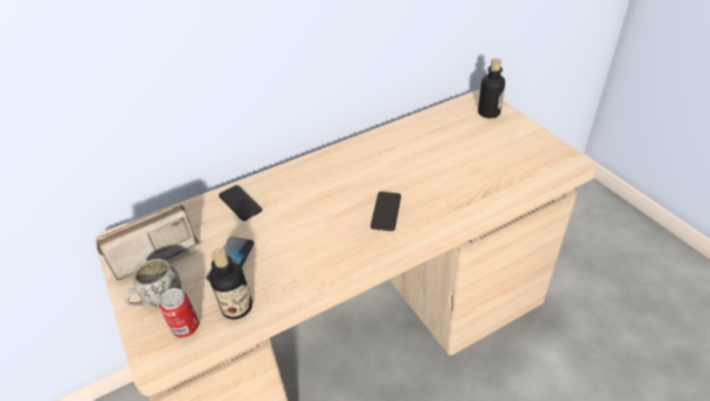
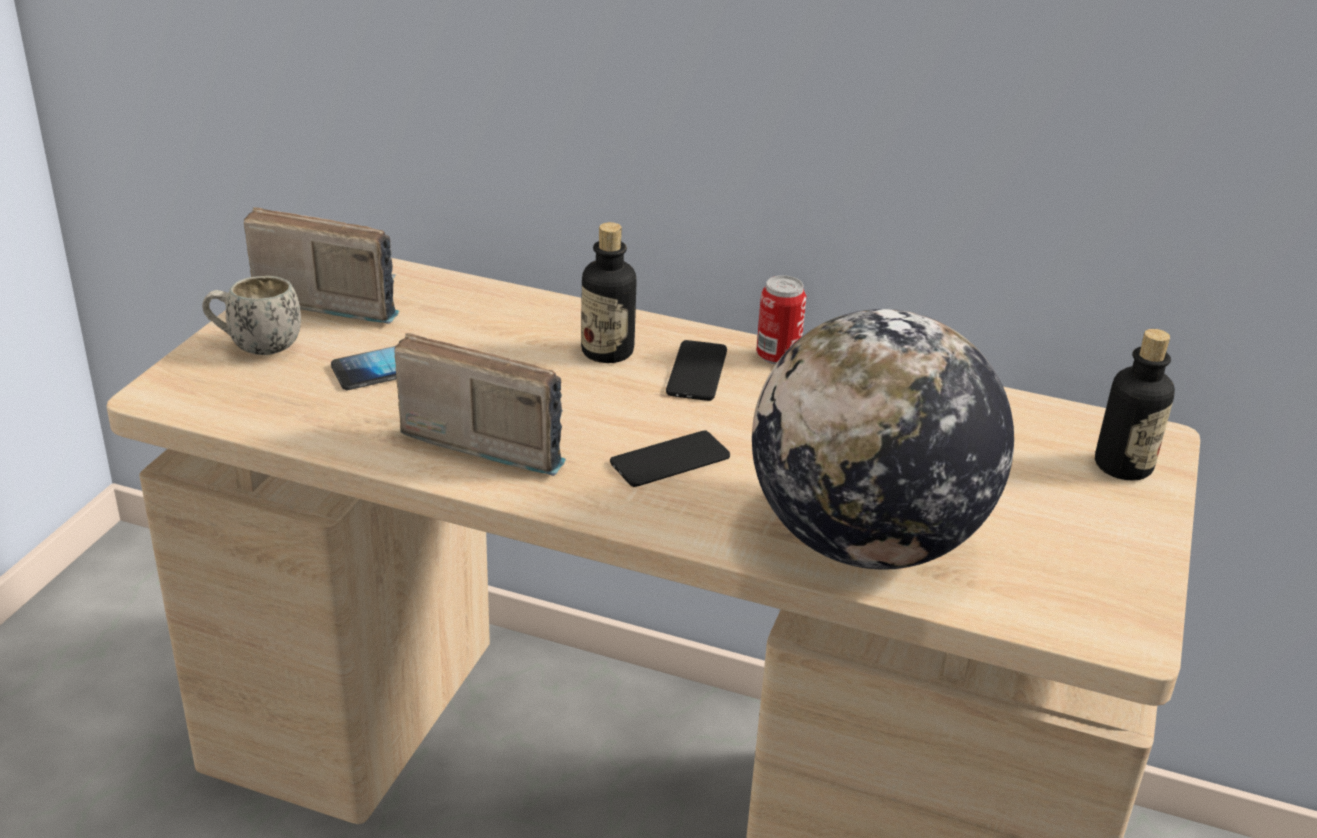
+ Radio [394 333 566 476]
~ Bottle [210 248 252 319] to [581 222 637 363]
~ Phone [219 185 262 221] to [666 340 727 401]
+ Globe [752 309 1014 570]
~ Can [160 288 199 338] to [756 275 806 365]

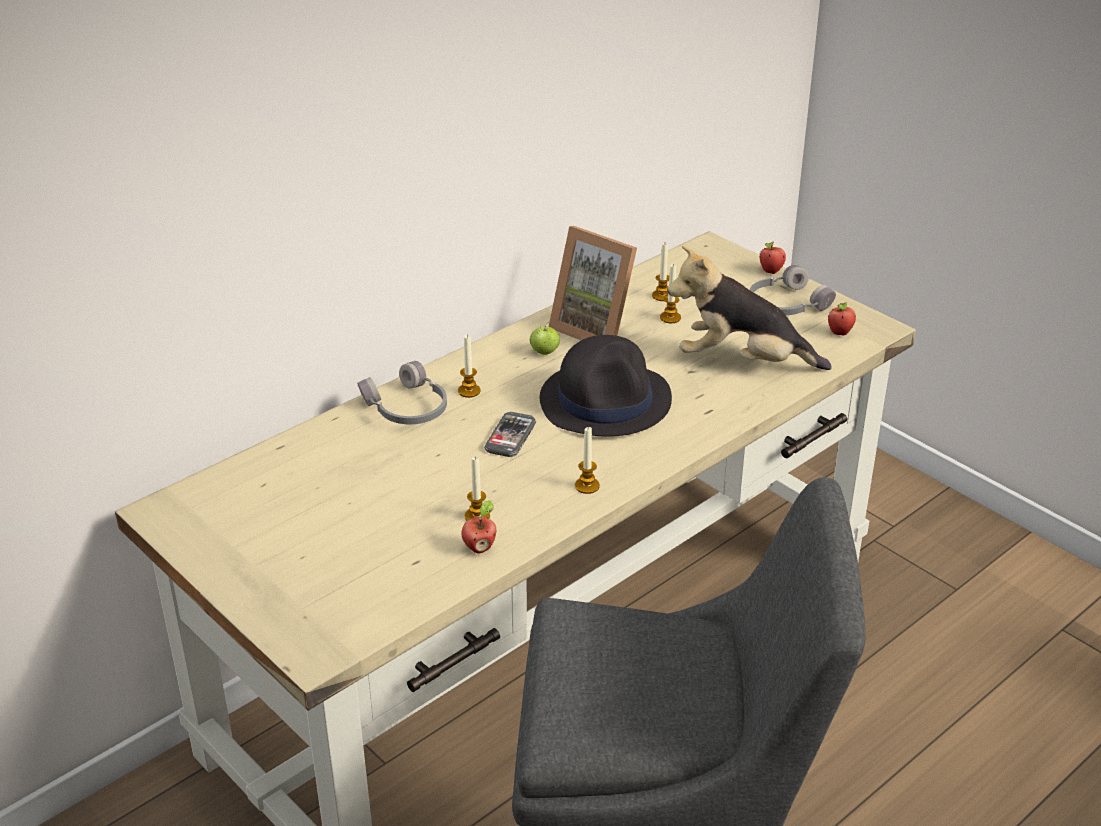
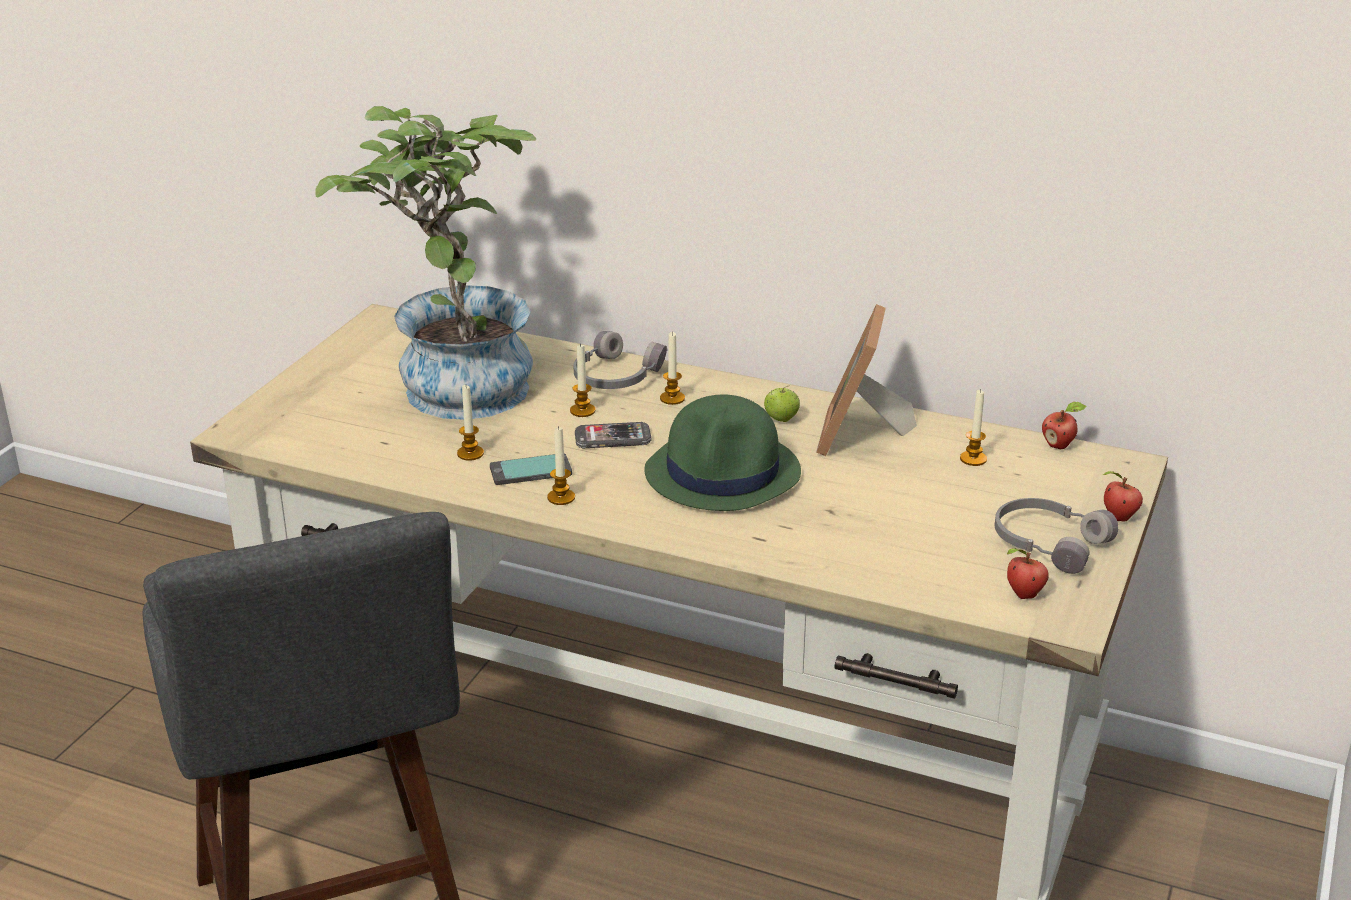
+ PottedPlant [315 106 536 420]
+ Phone [490 453 572 485]
~ Candle [660 263 681 323] to [570 343 595 417]
~ BlackHat [540 335 672 437] to GreenHat [644 394 801 511]
~ Apple [461 500 496 553] to [1042 402 1086 449]
- PlushToy [667 245 832 370]

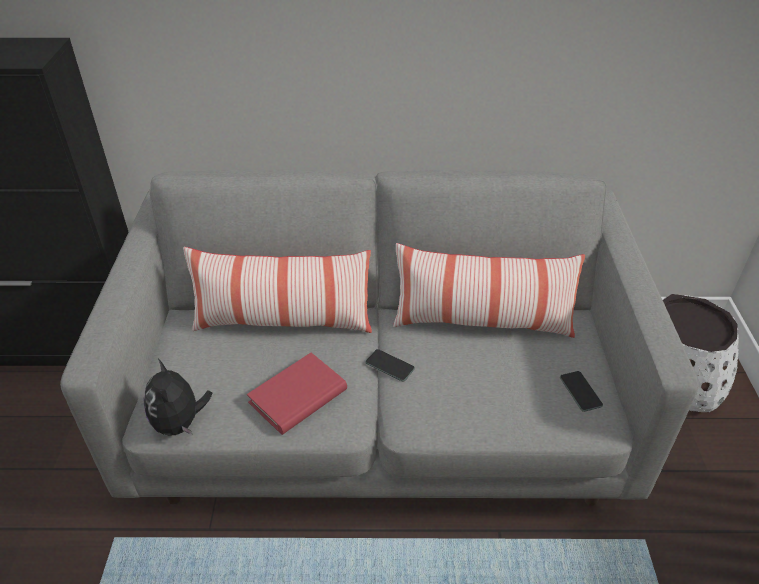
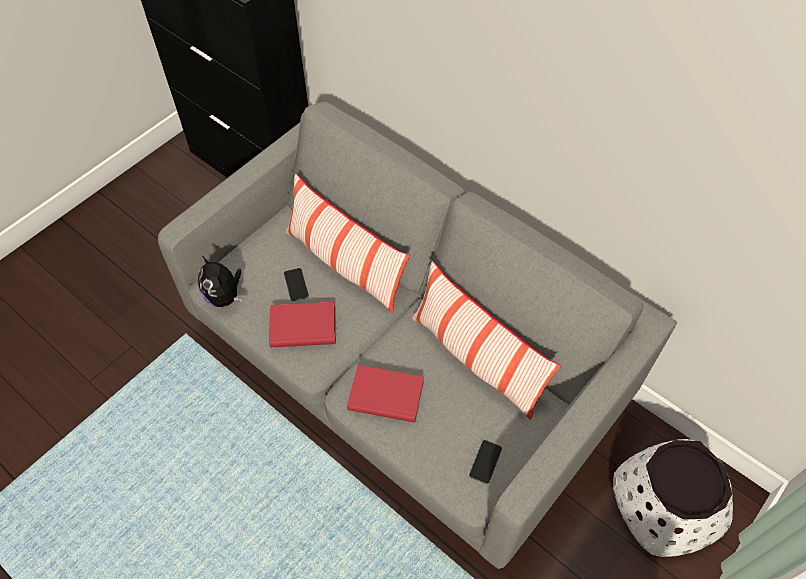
~ PlushToy [143 359 213 435] = [198 256 243 307] 60 degrees counterclockwise
~ Phone [365 349 415 381] to [284 268 309 301]
+ RedBook [347 365 424 422]

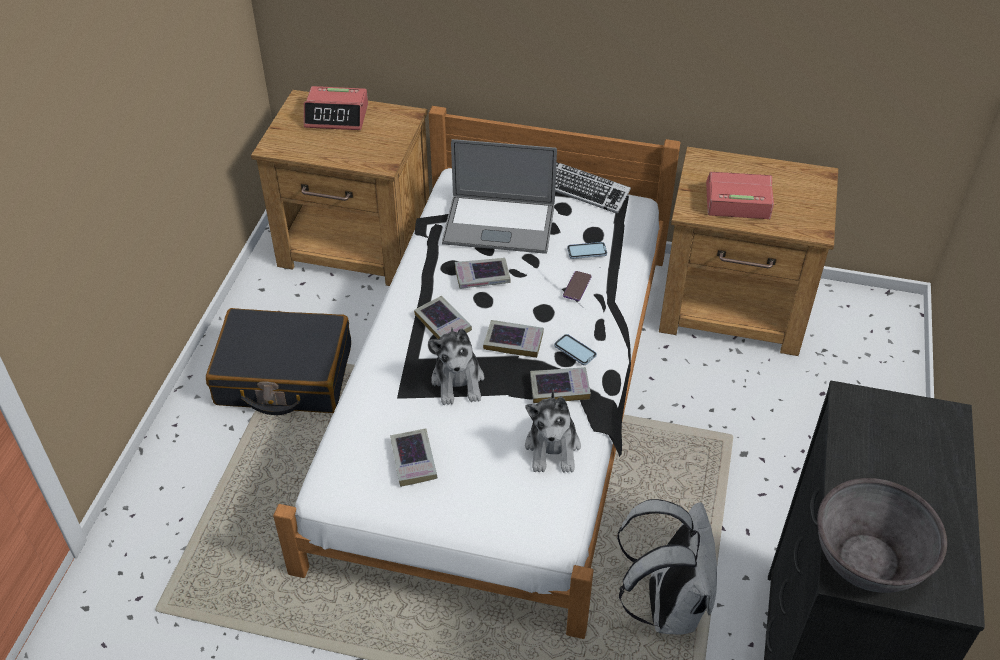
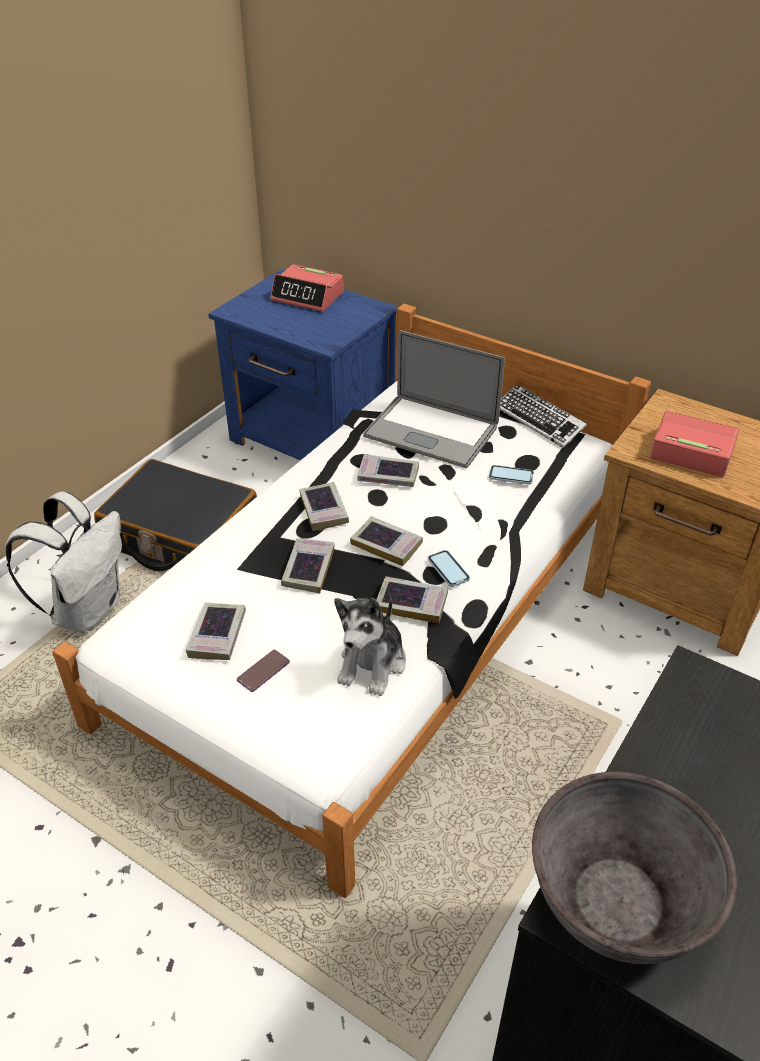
~ WhiteBackpack [617 499 717 634] to [5 491 122 633]
~ BrownNightstand [251 90 429 286] to BlueNightstand [208 269 398 460]
~ Phone [563 271 592 301] to [237 650 290 692]
~ PlushToy [429 327 484 405] to Book [281 538 334 594]

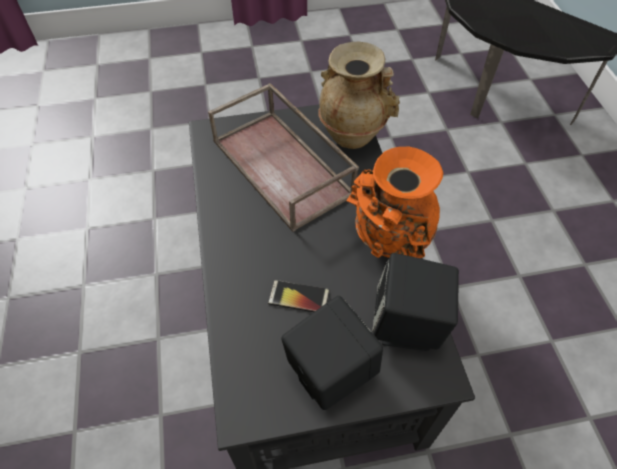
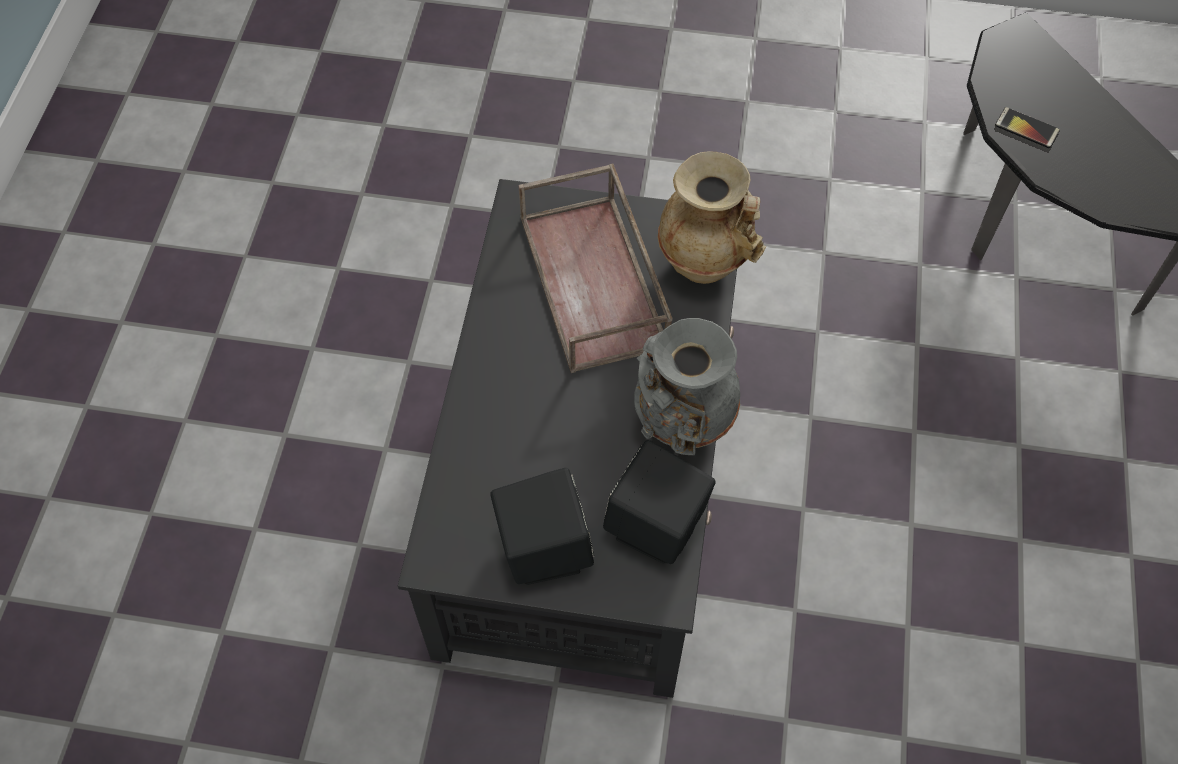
~ OrangeVase [346 147 443 258] to GreyVase [634 318 740 455]
~ Phone [268 280 329 312] to [995 107 1060 148]

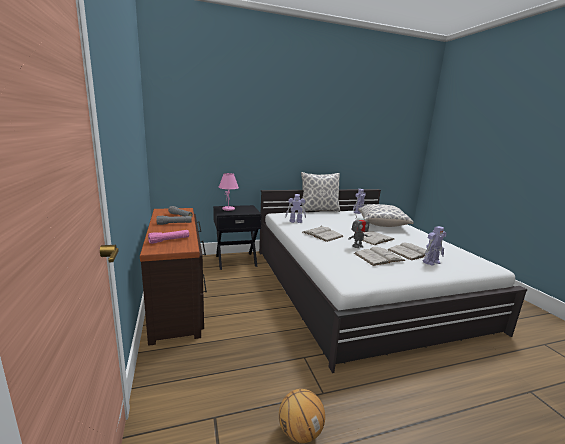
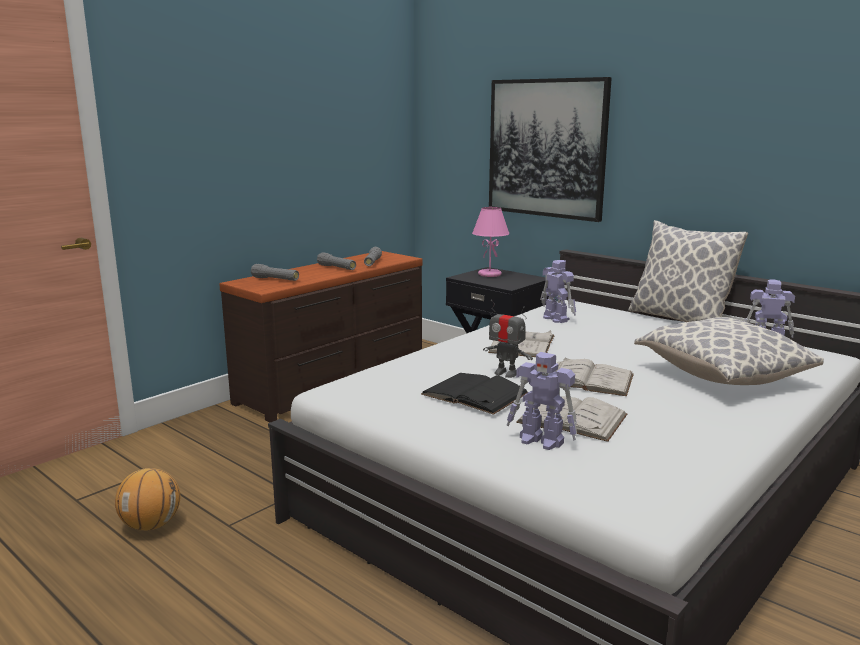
~ PinkFlashlight [148 230 189 244] to GreyFlashlight [251 264 299 281]
~ WhiteBook [354 247 406 266] to BlackBook [421 373 528 415]
+ Picture [489 77 612 222]

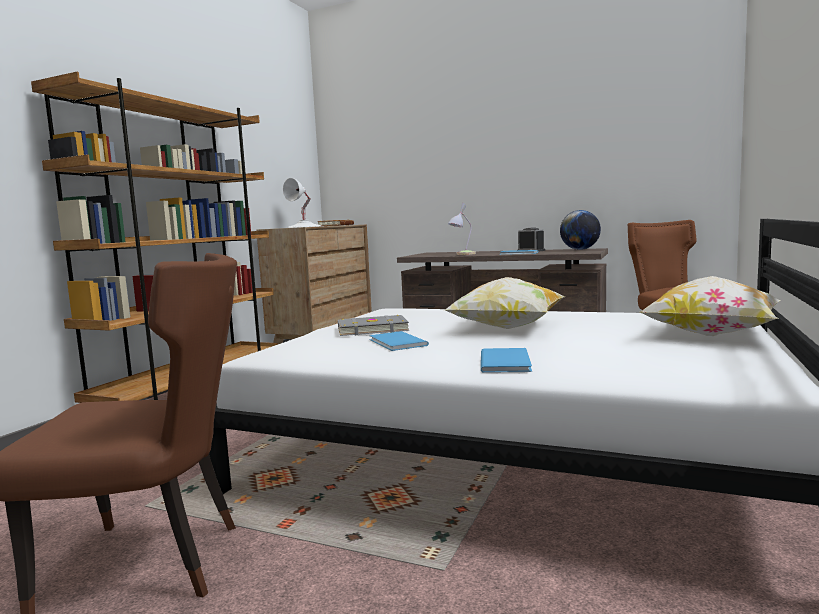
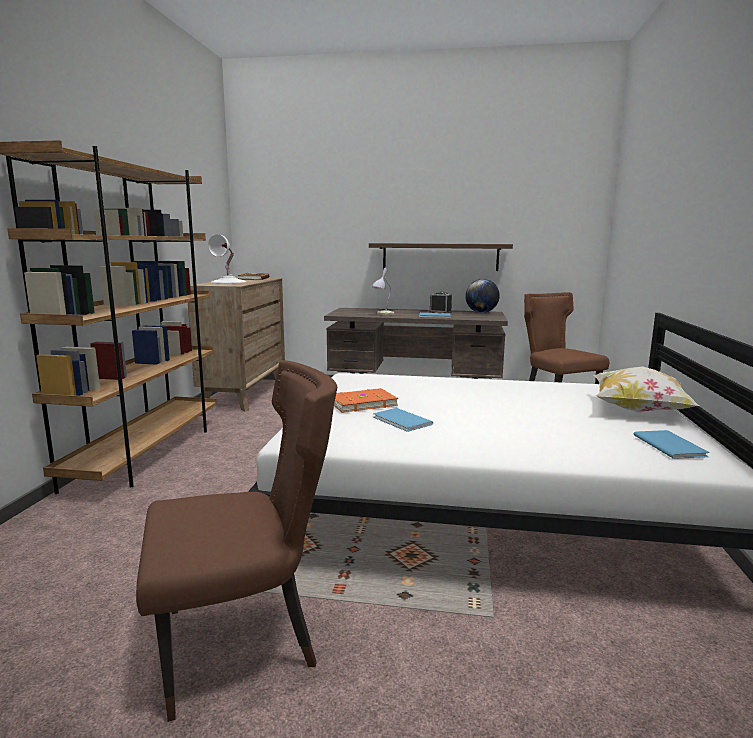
~ GreyBook [338 315 409 336] to OrangeBook [334 388 398 413]
+ Shelf [369 243 513 271]
~ BlueBook [481 348 532 373] to [634 430 709 459]
- Pillow [445 277 565 329]

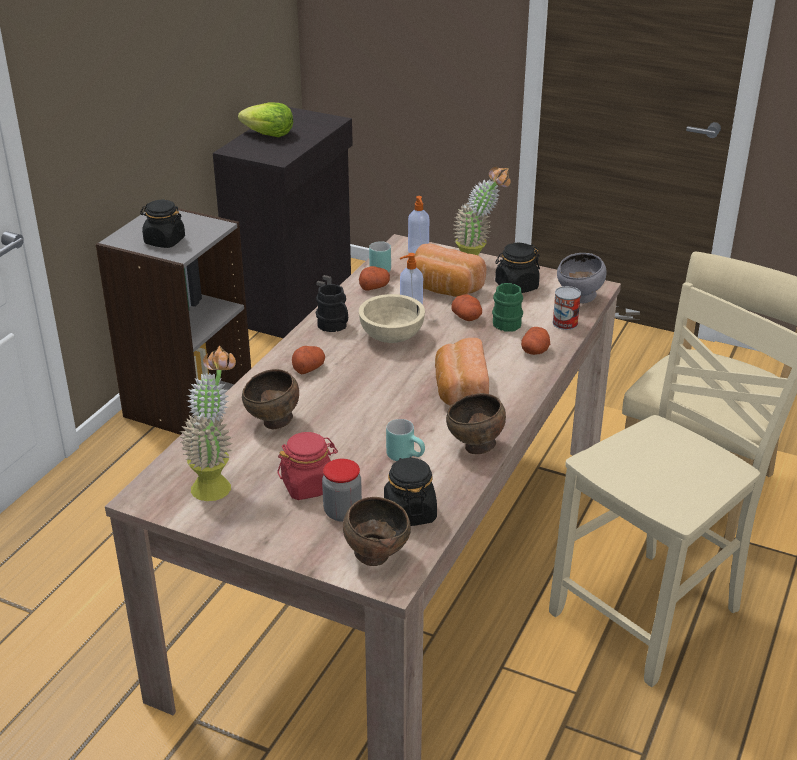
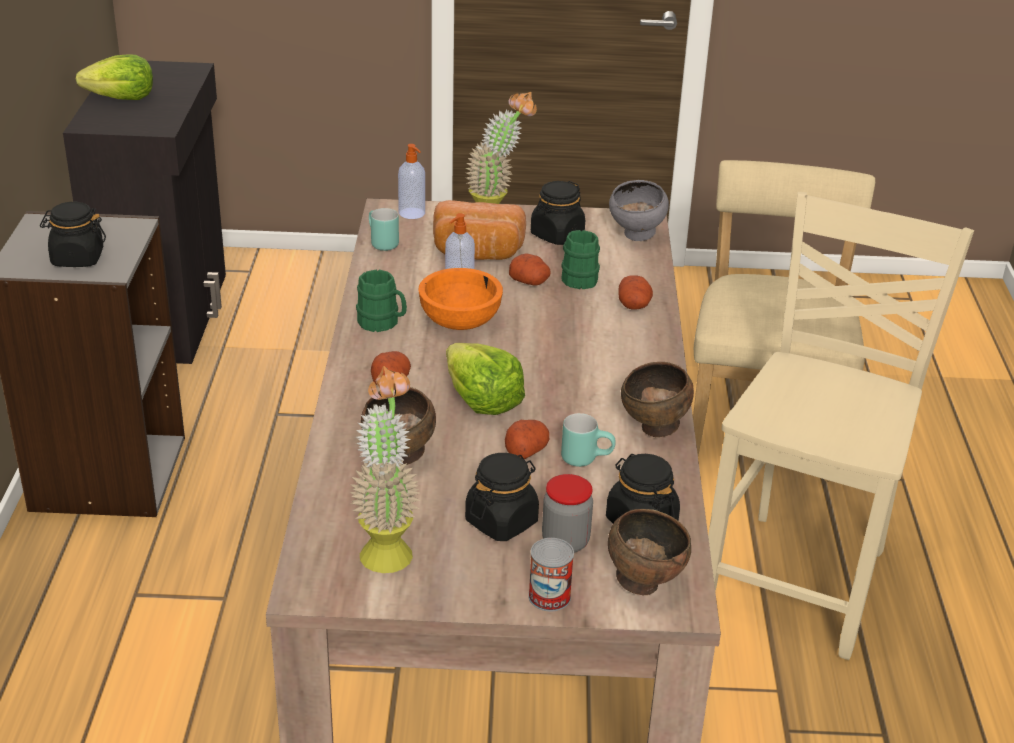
~ BlackMug [316 284 348 332] to GreenMug [356 270 407 332]
~ BeigeBowl [359 294 425 343] to OrangeBowl [419 268 503 330]
+ Lettuce [446 343 525 415]
~ RedJar [277 432 338 500] to BlackJar [465 453 539 541]
~ Potato [359 266 390 291] to [505 420 549 459]
~ Can [552 286 581 330] to [528 538 574 611]
- Bread [435 338 489 406]

